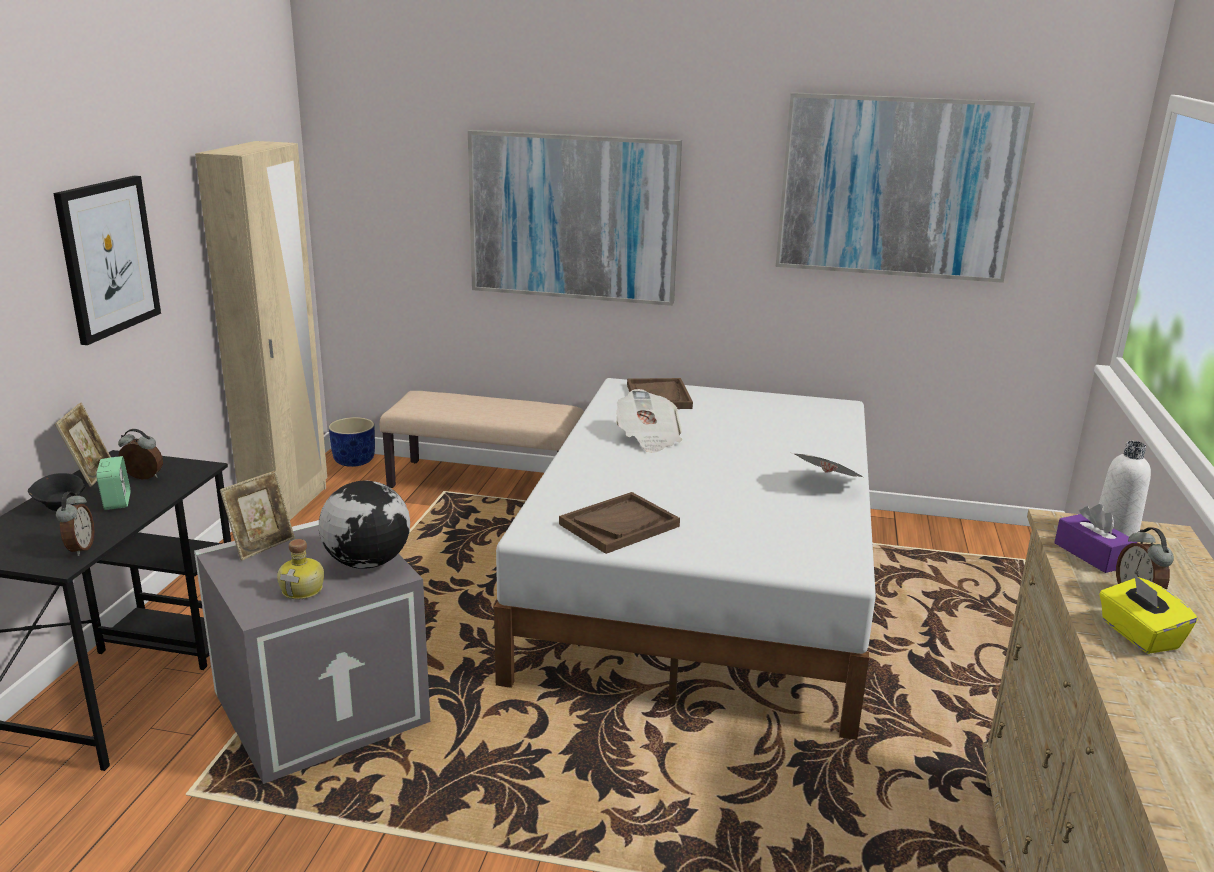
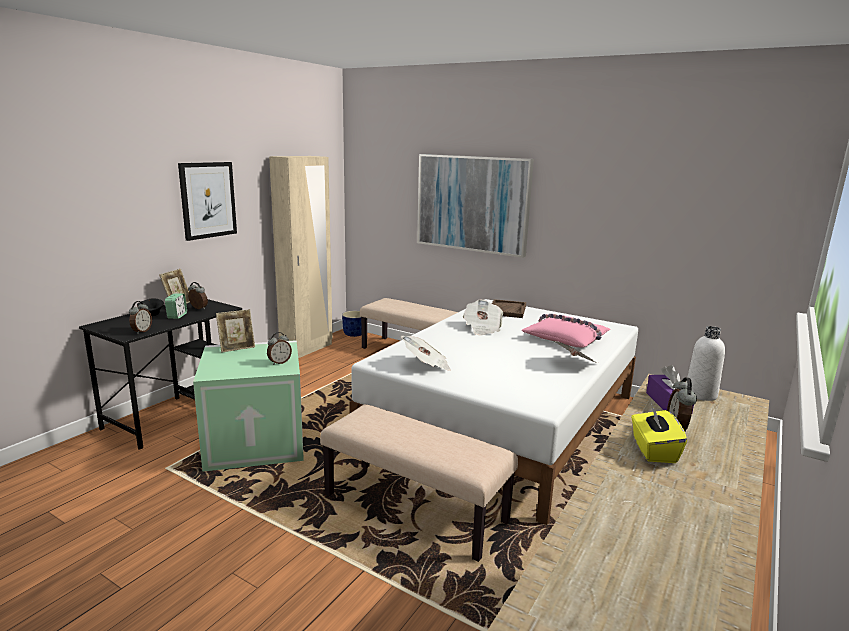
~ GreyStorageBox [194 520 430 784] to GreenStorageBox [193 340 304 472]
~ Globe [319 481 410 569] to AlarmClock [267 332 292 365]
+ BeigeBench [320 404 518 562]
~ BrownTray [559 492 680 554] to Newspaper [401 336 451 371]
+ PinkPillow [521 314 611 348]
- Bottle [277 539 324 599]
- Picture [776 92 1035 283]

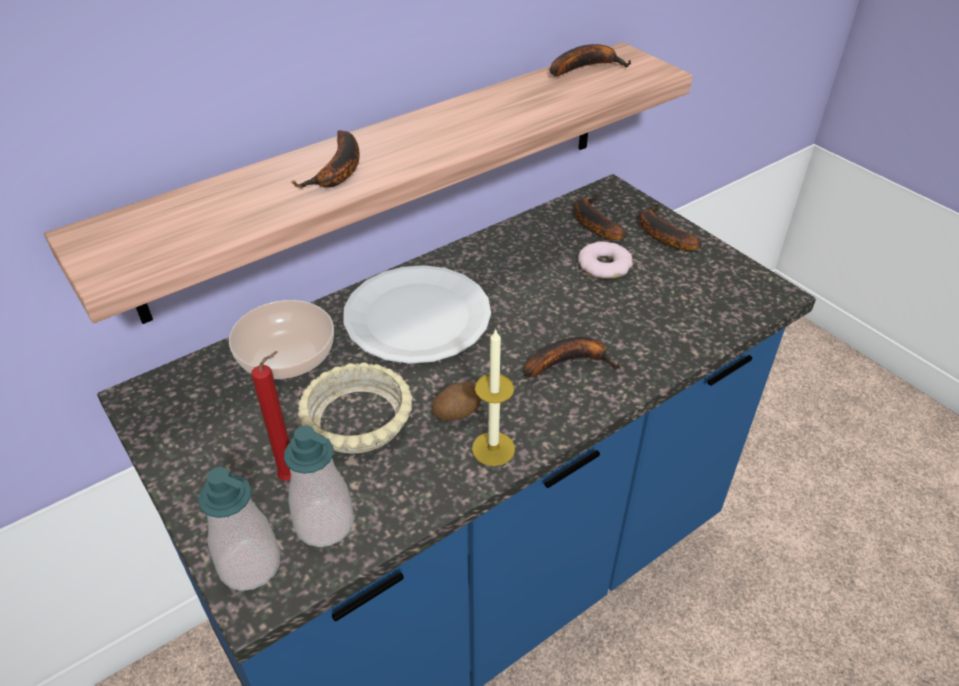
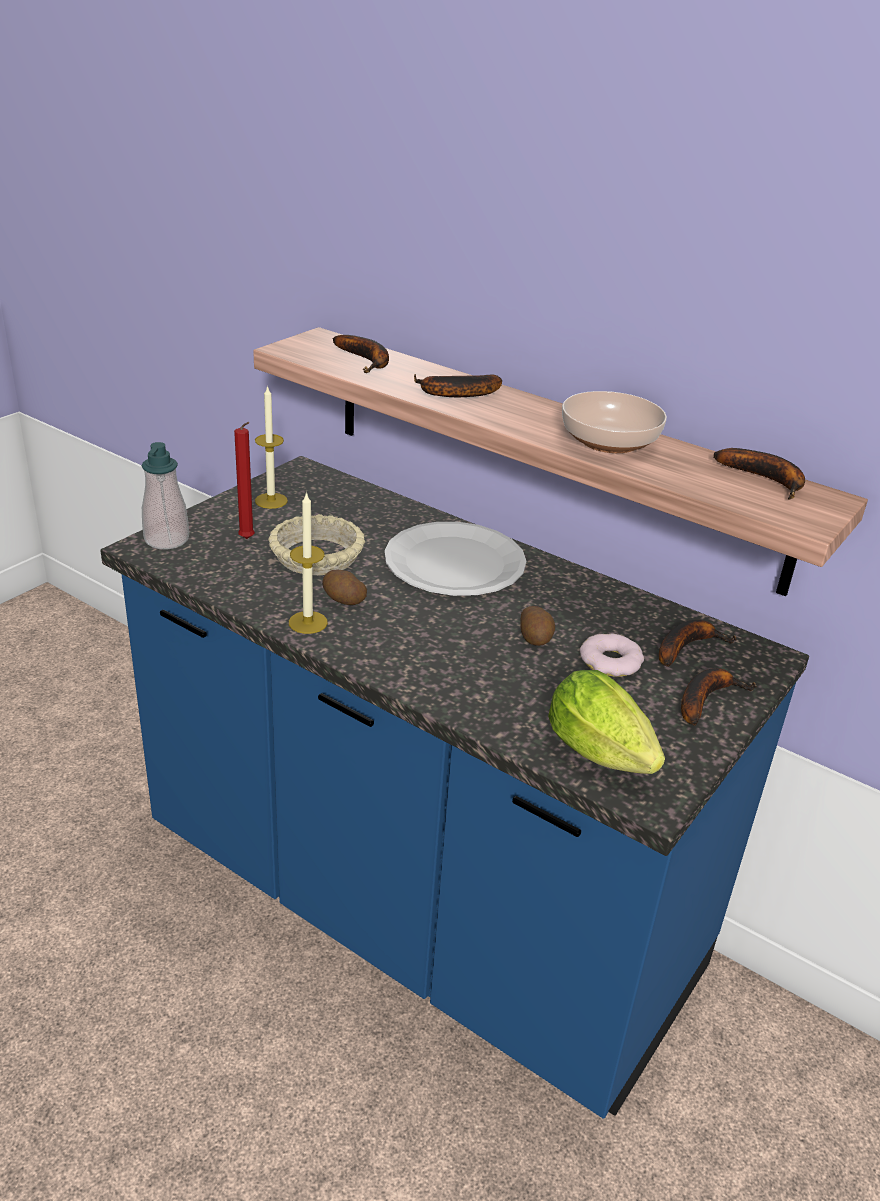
+ Candle [255 385 288 509]
~ Banana [524 337 620 378] to [333 335 389 373]
+ Potato [520 606 555 646]
+ Lettuce [548 670 665 774]
~ Bowl [229 300 334 379] to [562 391 667 453]
- SoapDispenser [284 425 354 547]

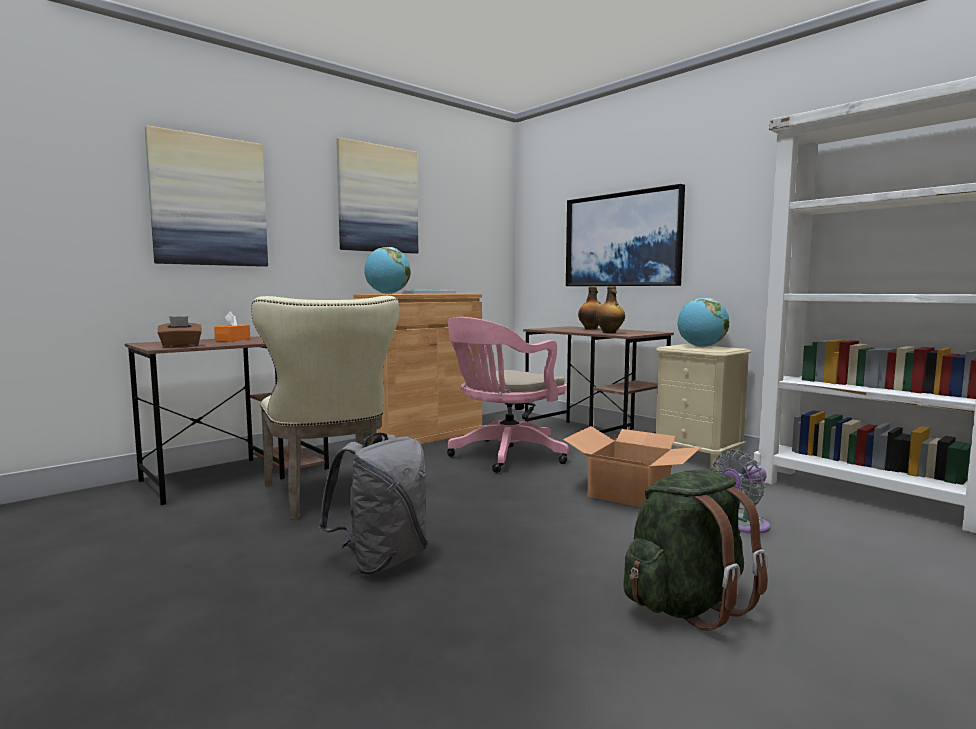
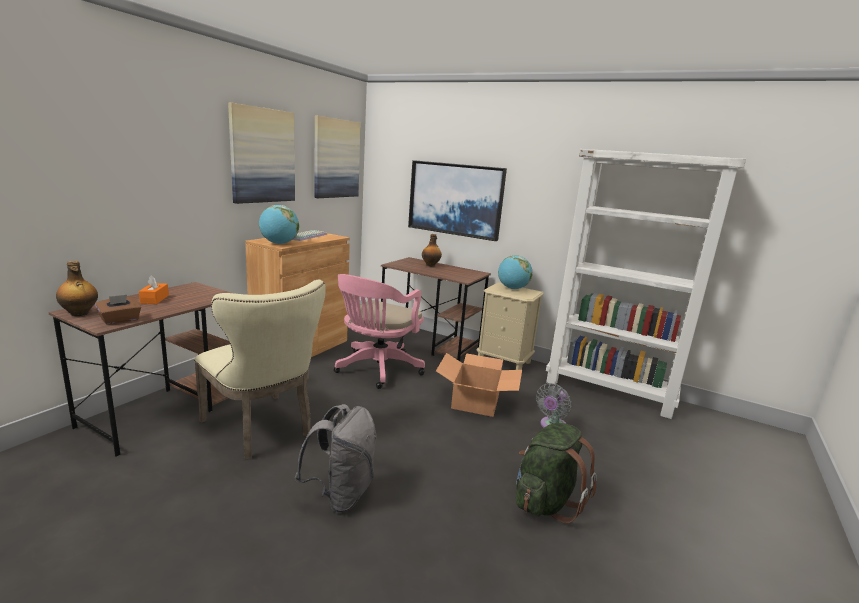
~ Bottle [596 286 625 333] to [56 261 98 316]
~ Picture [145 125 268 267] to [315 115 361 198]

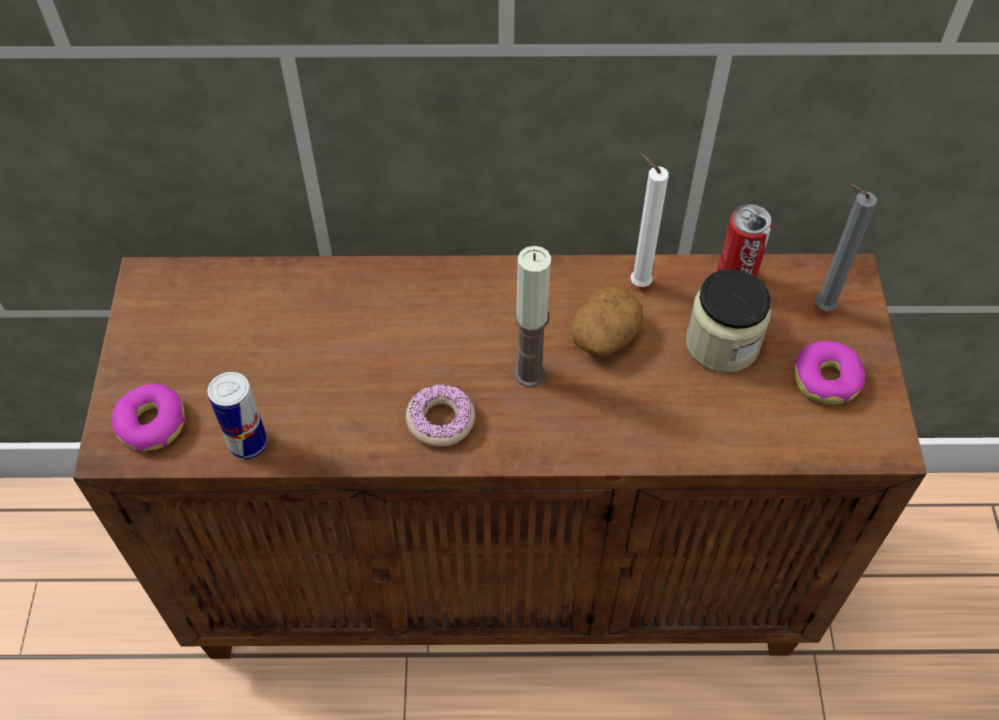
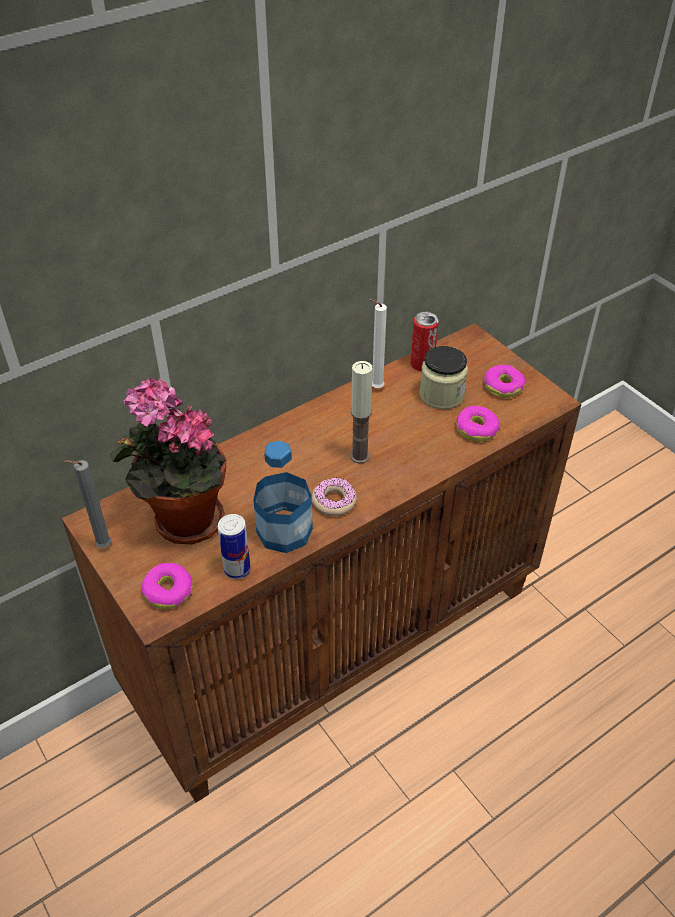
~ GreyCandle [815 184 877 311] to [64 460 112 548]
+ PottedPlant [110 378 226 544]
+ Bottle [253 441 313 553]
+ Donut [456 406 500 442]
- Potato [570 286 643 356]

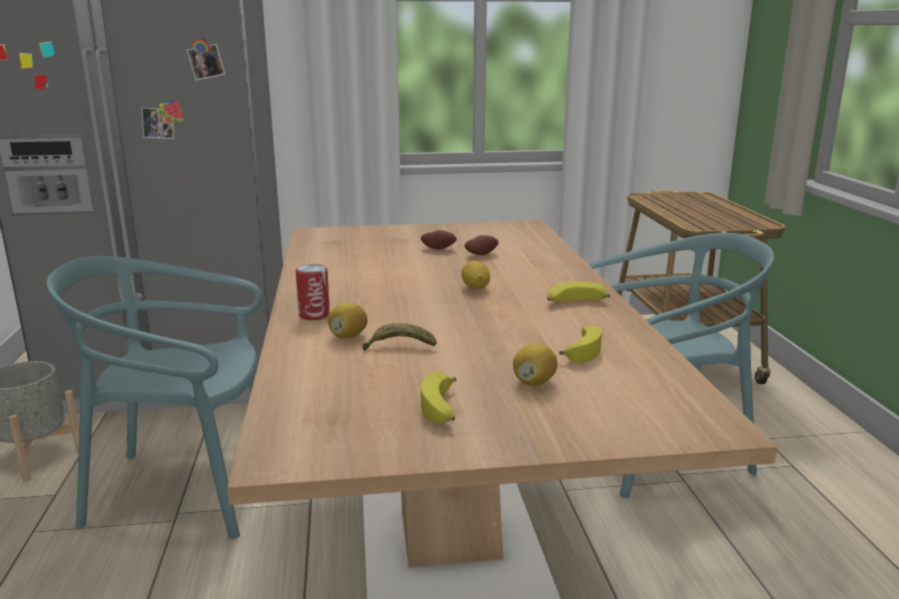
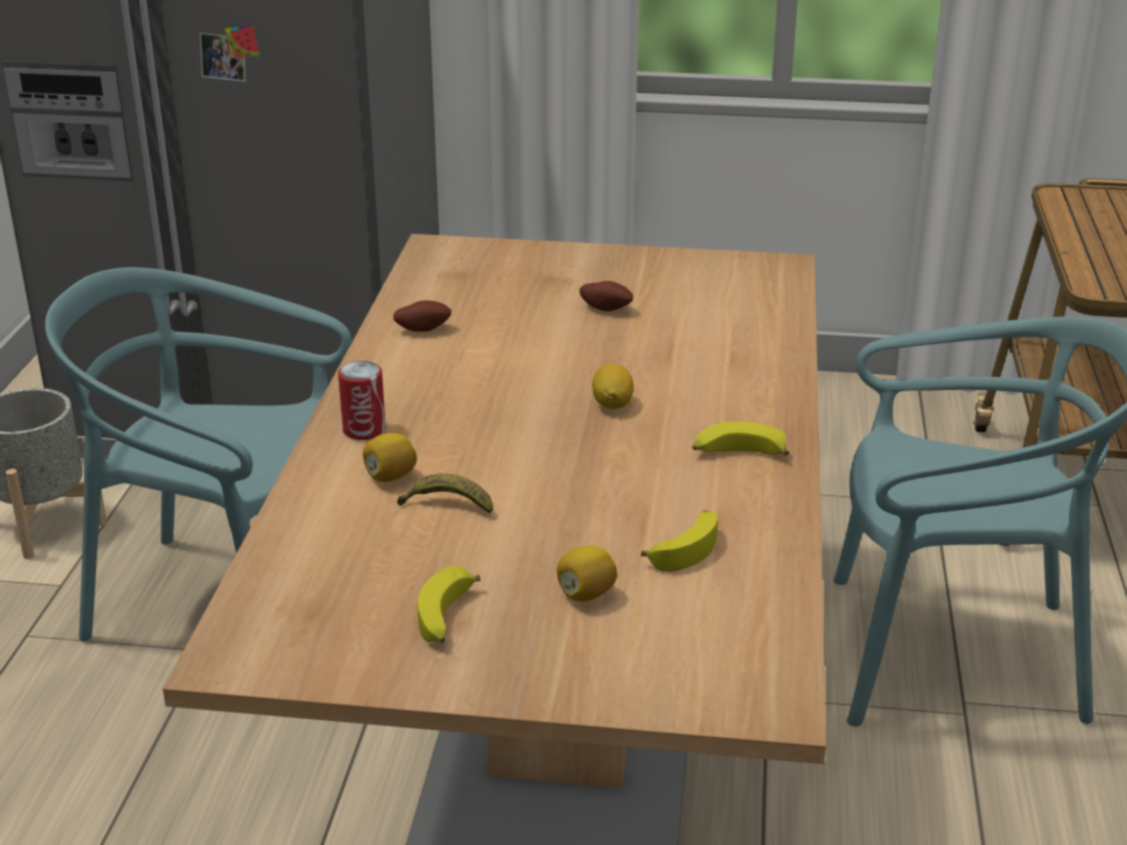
~ Potato [464 235 499 255] to [393 300 451 332]

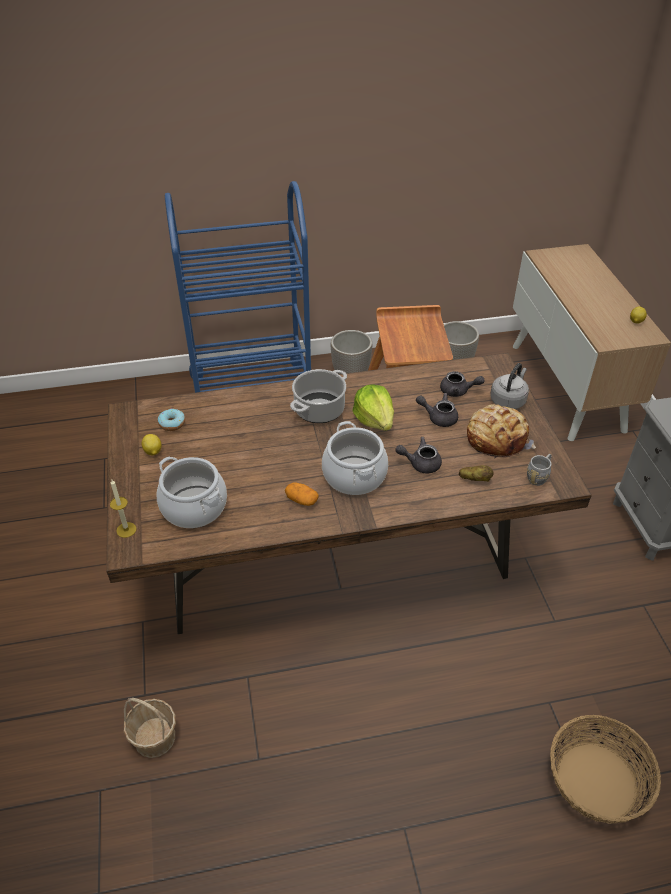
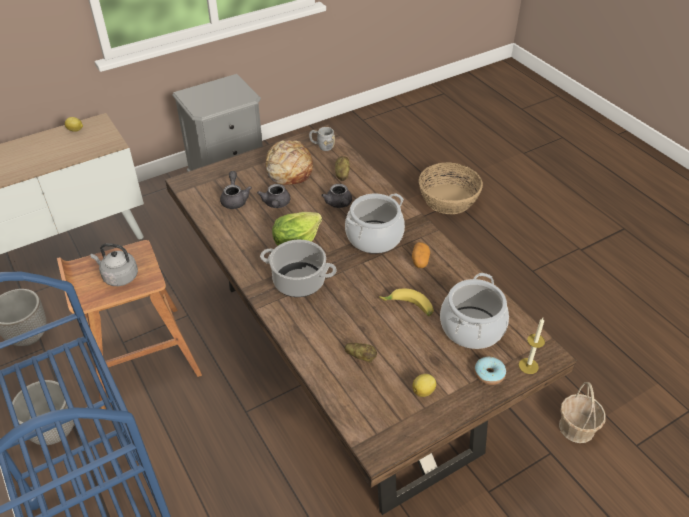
~ GreyKettle [490 363 529 409] to [91 243 138 286]
+ Potato [345 343 377 363]
+ Banana [379 289 434 316]
~ Donut [158 409 185 431] to [474 357 506 385]

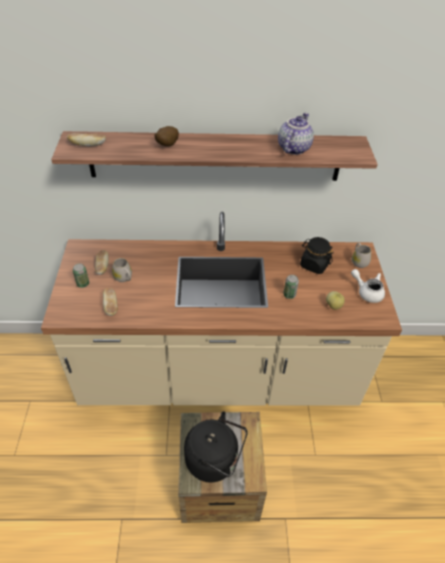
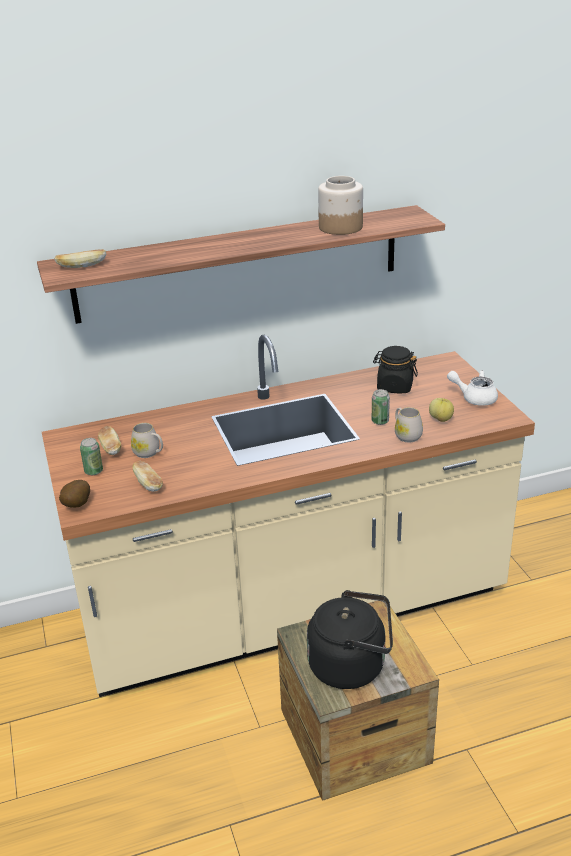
~ Potato [154 126 179 146] to [59 480 90 508]
~ Teapot [278 113 314 155] to Jar [318 176 363 235]
~ WhiteMug [352 243 371 268] to [395 407 423 442]

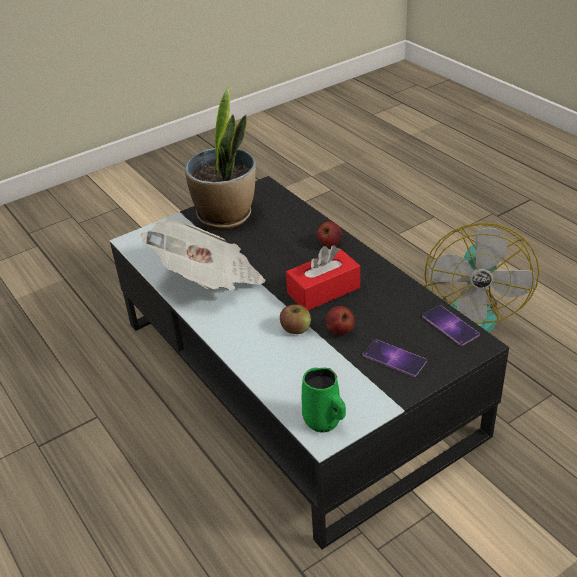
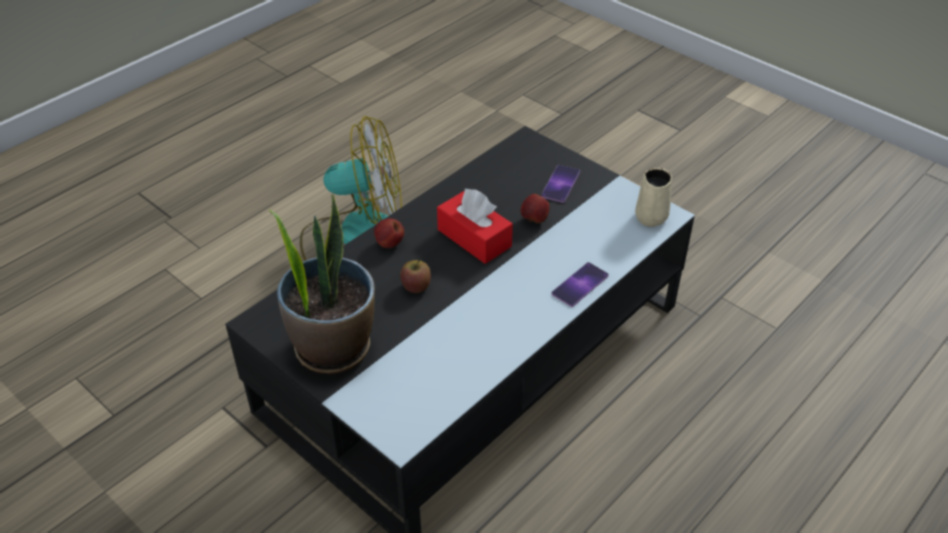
~ Apple [280 304 311 334] to [400 260 431 293]
~ Phone [422 305 480 346] to [551 262 609 307]
~ GreenMug [301 368 346 433] to BeigeMug [635 168 672 227]
- Newspaper [141 220 265 290]

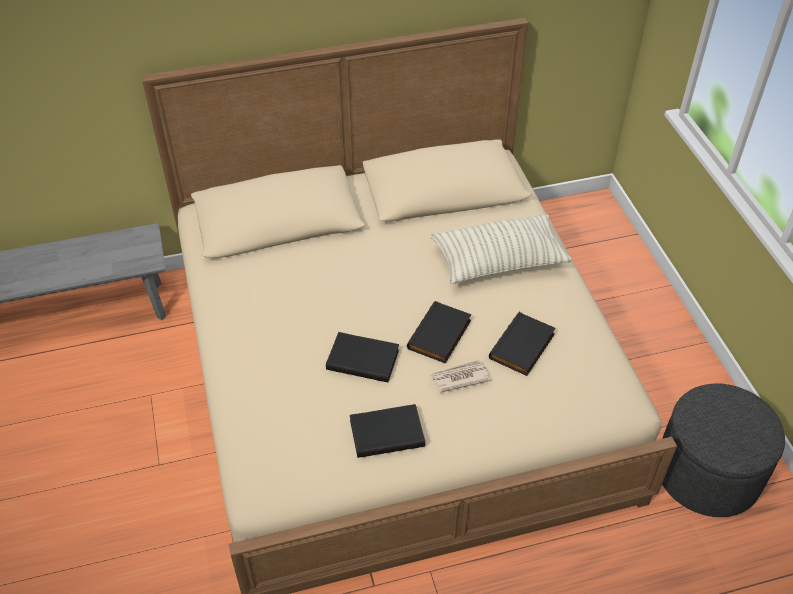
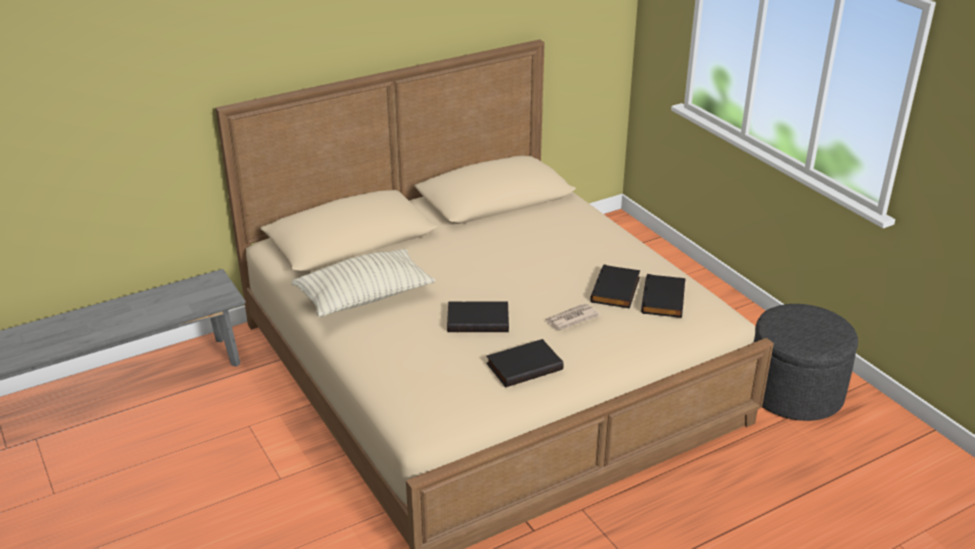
~ Pillow [431 214 572 284] to [292 249 435 317]
~ BlackBook [407 301 472 364] to [641 274 686 318]

